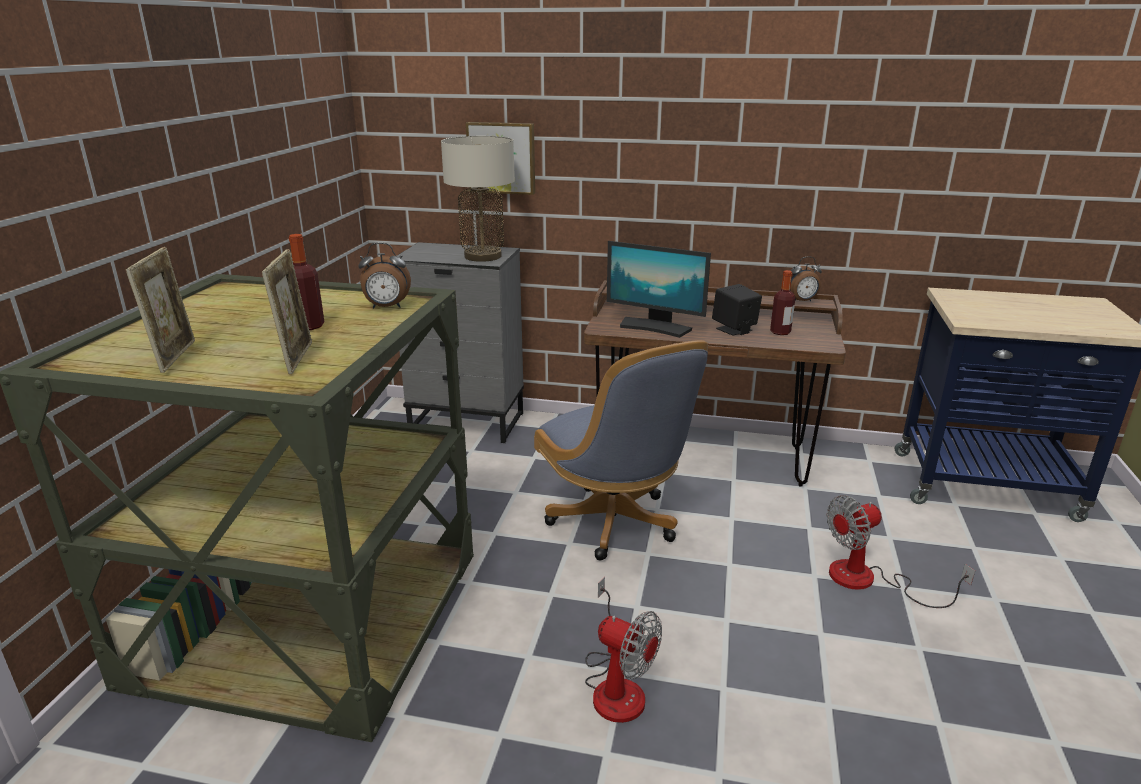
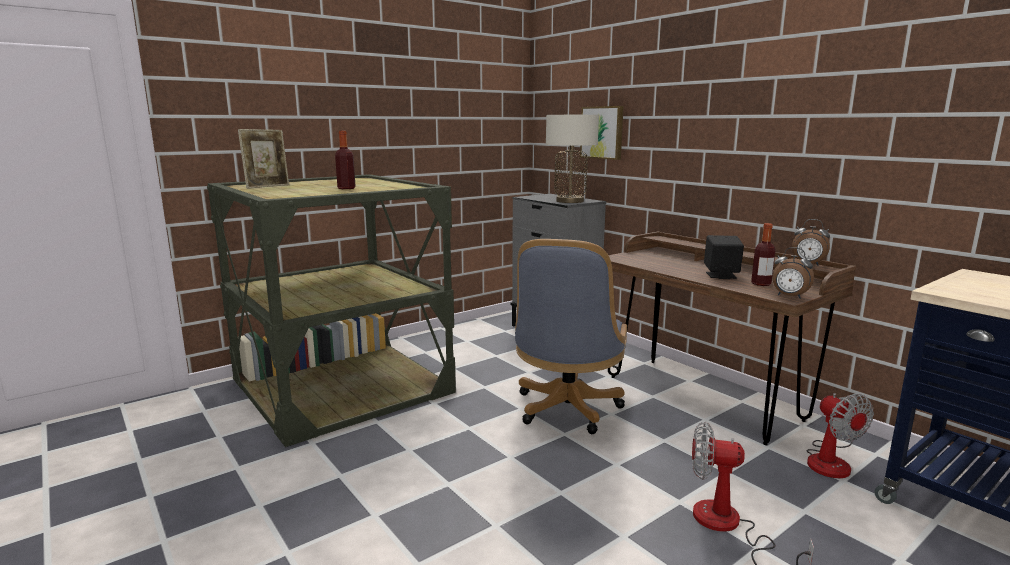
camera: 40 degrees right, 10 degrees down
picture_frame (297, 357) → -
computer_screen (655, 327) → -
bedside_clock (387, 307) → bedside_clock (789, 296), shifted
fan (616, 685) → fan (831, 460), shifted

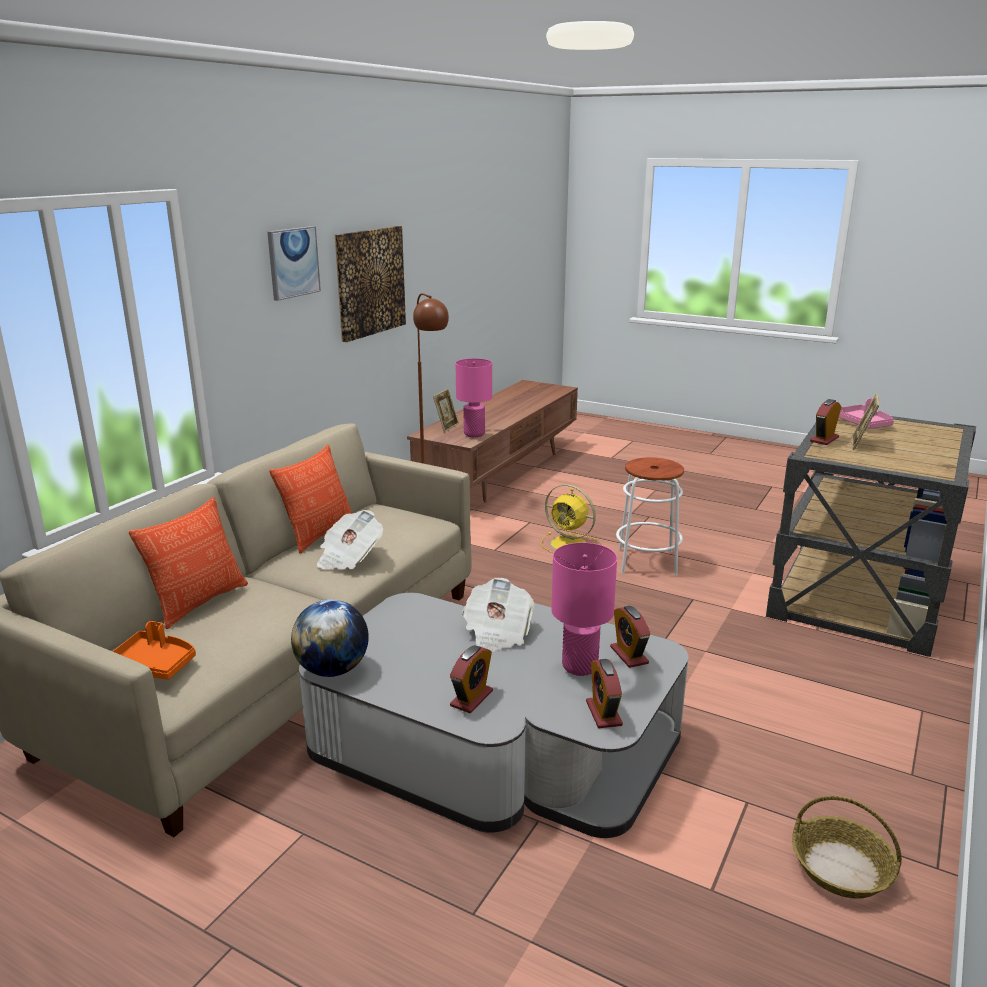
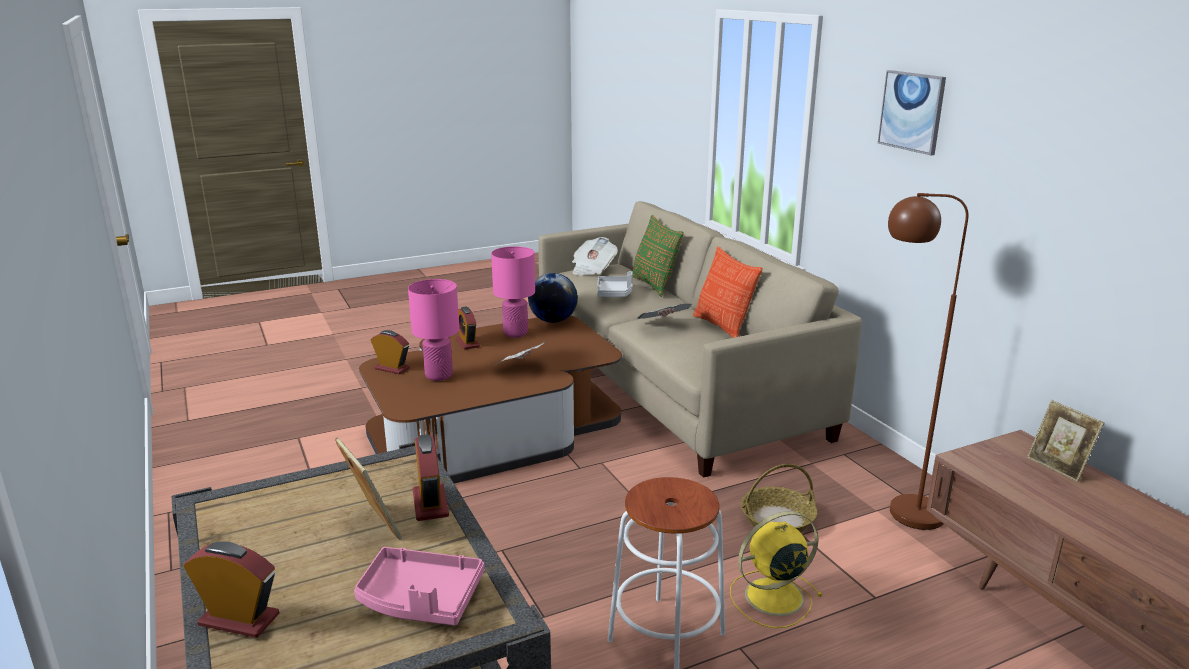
camera: 125 degrees right, 0 degrees up
wall_picture (370, 282) → -
- → gray_serving_tray (614, 293)
pinkish_table_lamp (474, 435) → pinkish_table_lamp (516, 335), shifted
bedside_clock (629, 655) → bedside_clock (239, 620), shifted
storage_basket (840, 868) → storage_basket (777, 520), shifted
orangey_serving_tray (154, 664) → newspaper (592, 269)
orangey_throw_pillow (199, 602) → green_throw_pillow (654, 285)
gray_lounge_table (494, 739) → brown-coloured_lounge_table (496, 424)

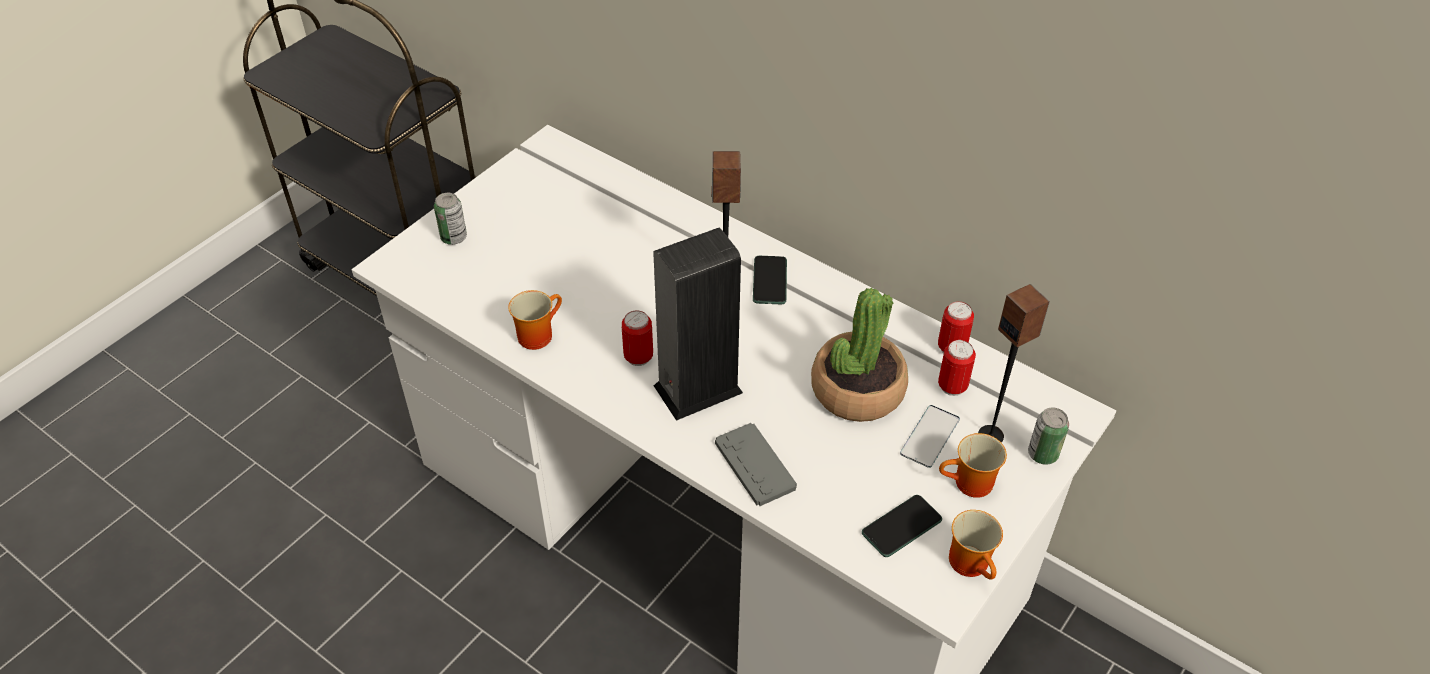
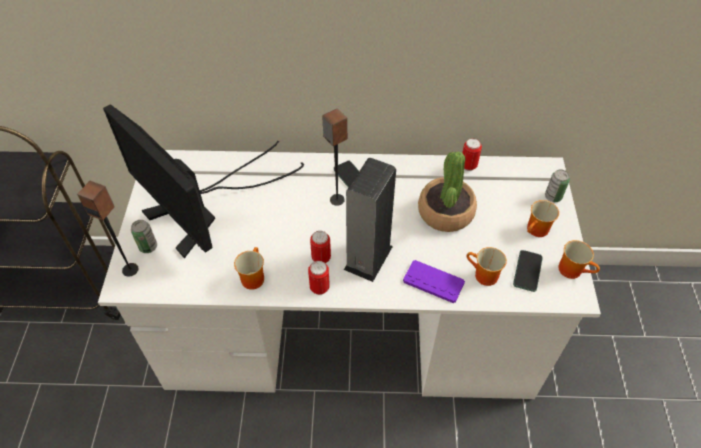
camera: 35 degrees left, 5 degrees up
handset (930, 436) → -
- → computer_screen (203, 210)
- → coffee_mug (483, 276)
sealed_can (952, 386) → sealed_can (319, 288), shifted
speaker (991, 435) → speaker (130, 269), shifted
gray_game_controller (755, 465) → purple-coloured_game_controller (433, 282)

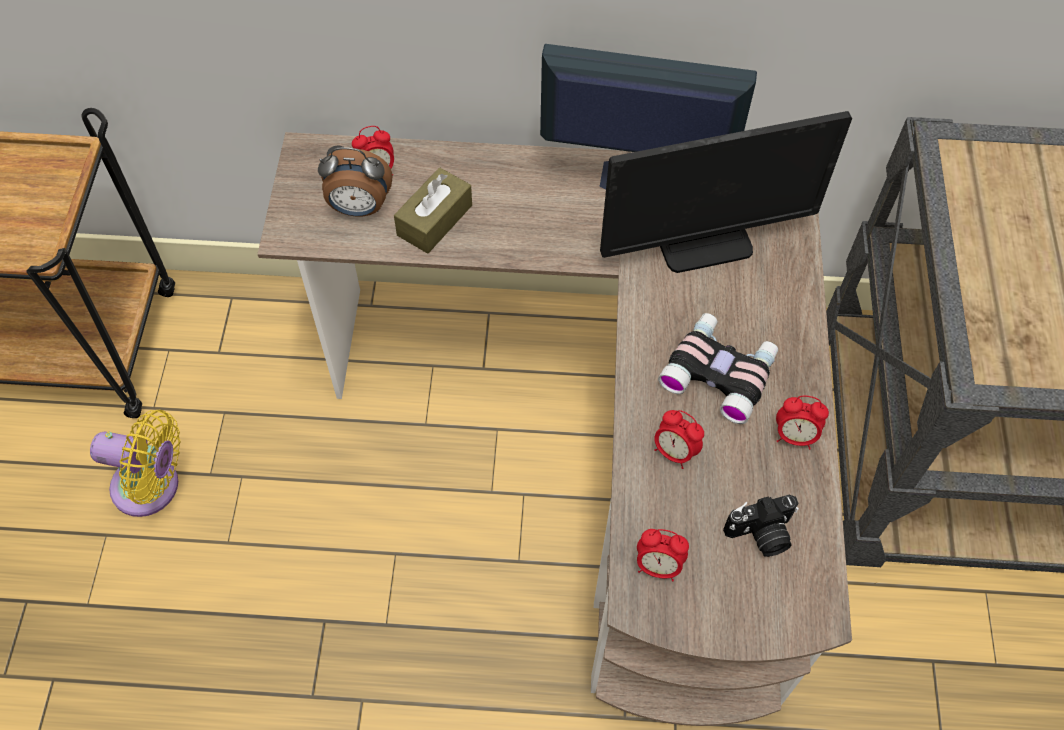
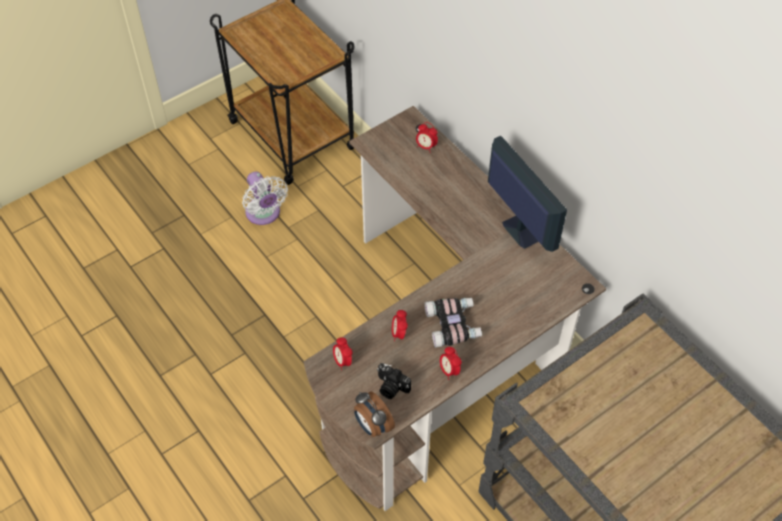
camera: 50 degrees right, 5 degrees down
brown-coloured_box_of_tissues (434, 220) → -
computer_screen (704, 242) → -
bedside_clock (359, 208) → bedside_clock (372, 426), shifted
yellowish_fan (152, 487) → whitish_fan (264, 214)

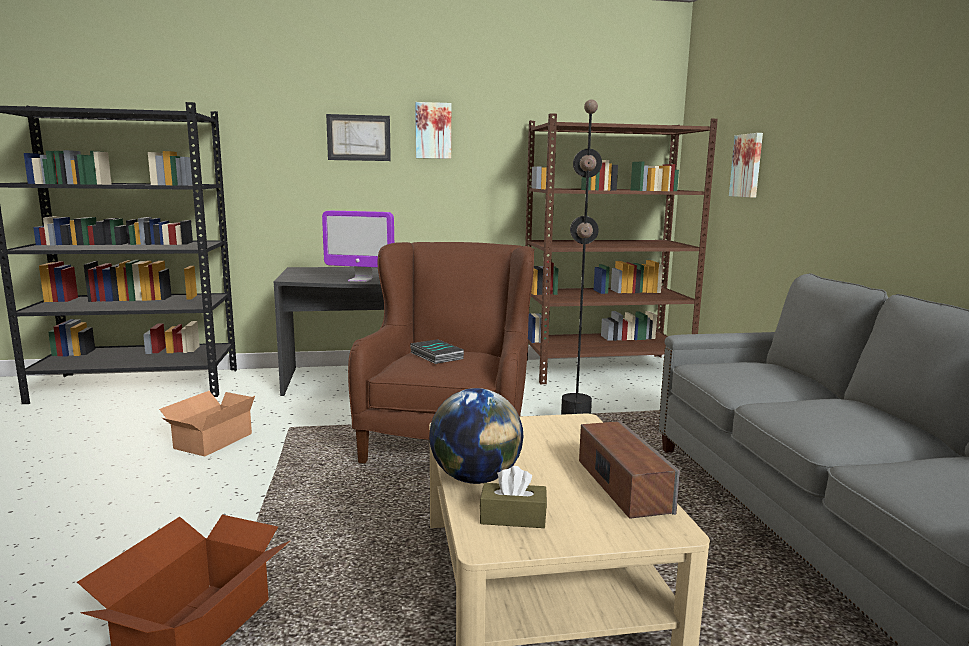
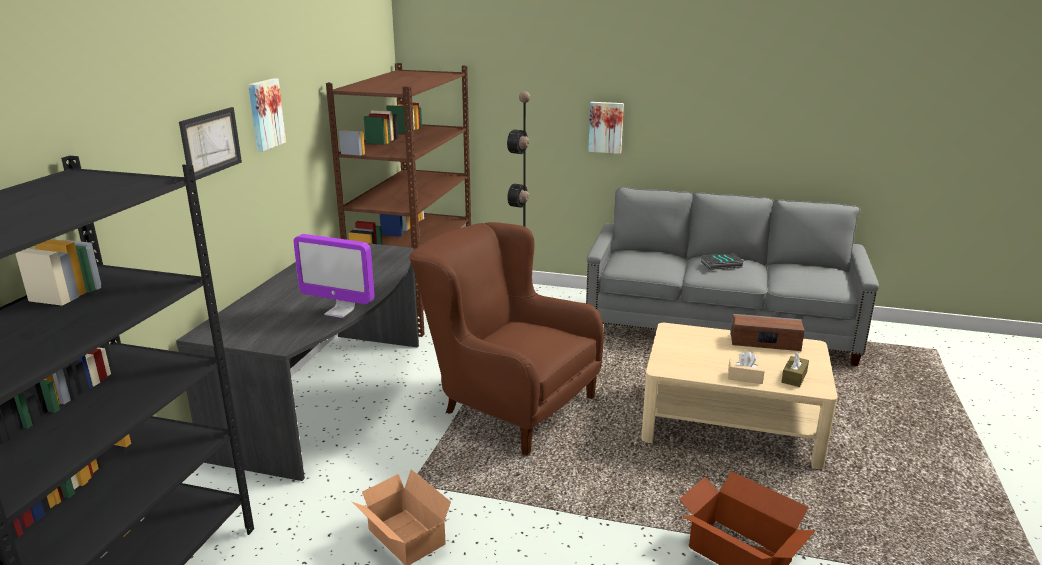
camera: 65 degrees left, 10 degrees up
book (435, 355) → book (721, 265), shifted
wall_picture (748, 165) → wall_picture (606, 127), shifted
globe (475, 478) → sand-coloured_box_of_tissues (745, 377)
computer_screen (360, 280) → computer_screen (339, 312), 75 degrees clockwise

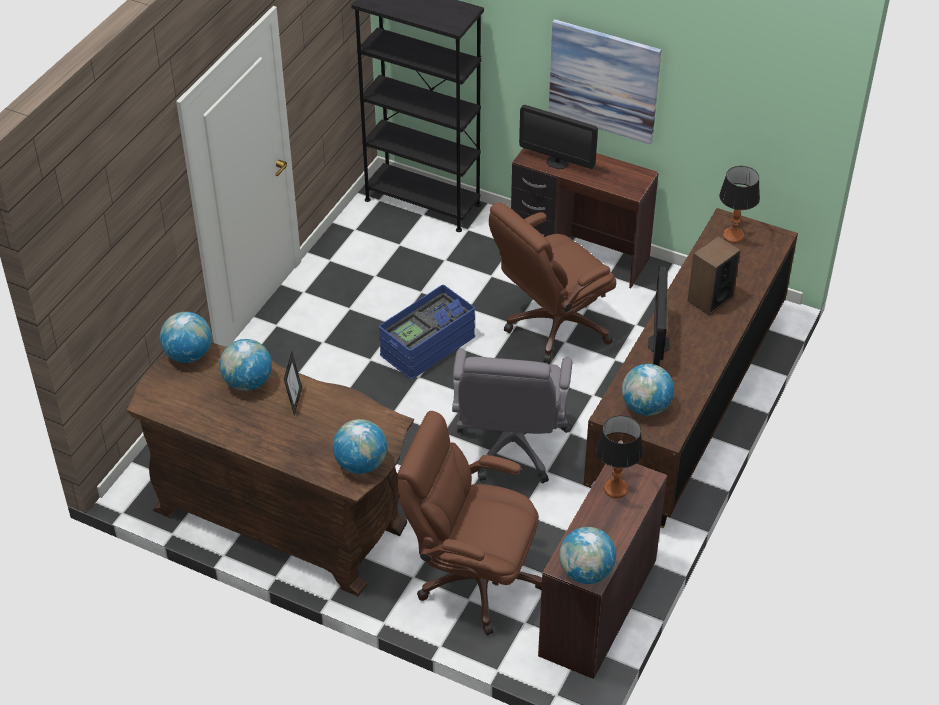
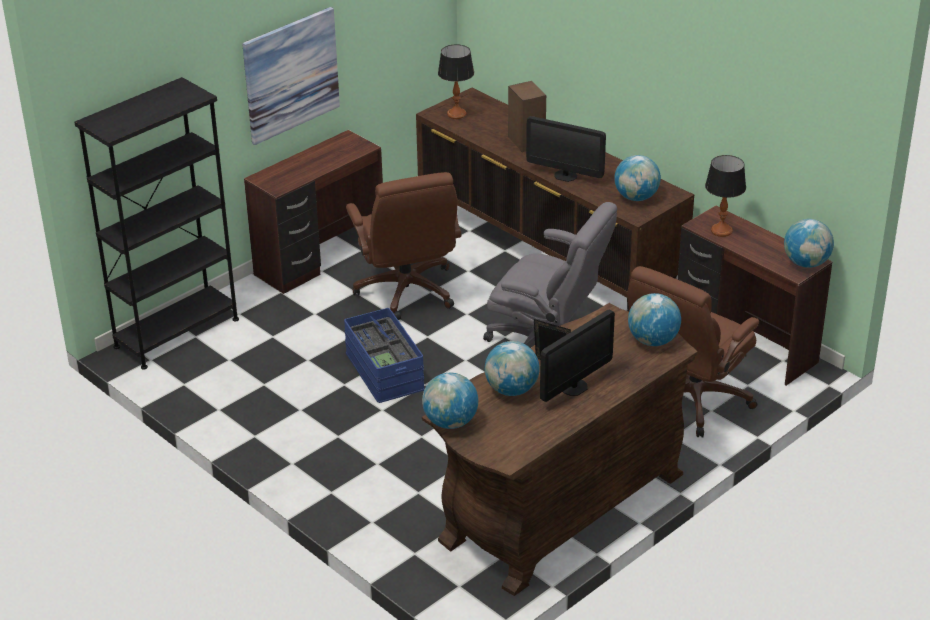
camera: 70 degrees left, 10 degrees down
computer_screen (557, 162) → computer_screen (574, 387), shifted

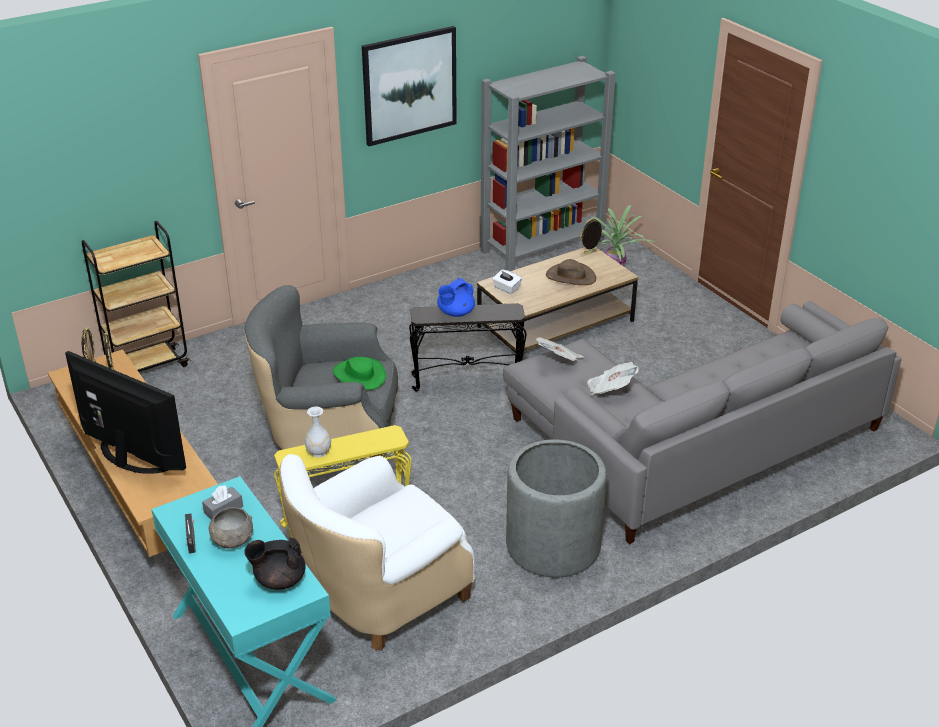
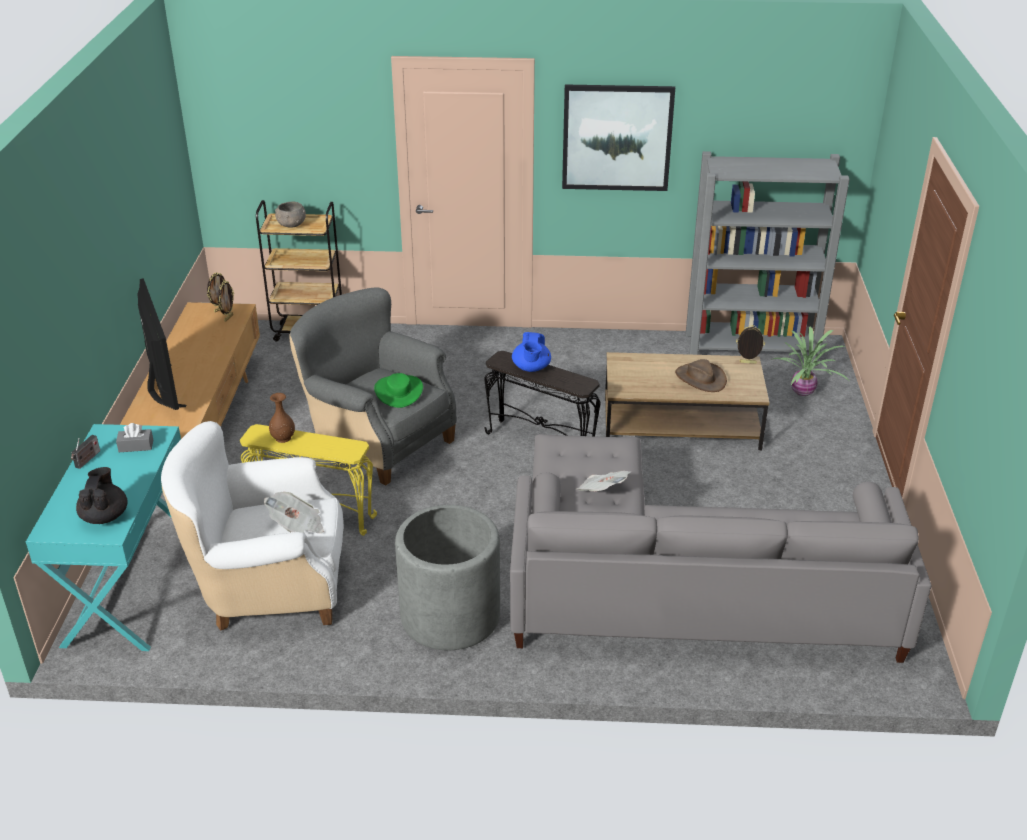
camera: 35 degrees right, 0 degrees up
whitish_box_of_tissues (506, 288) → -
gray_bowl (232, 540) → gray_bowl (291, 224), shifted
newspaper (559, 360) → newspaper (297, 526), shifted
whitish_flower_vase (318, 452) → brown-coloured_flower_vase (283, 438)
black_pot_for_tea (279, 580) → black_pot_for_tea (105, 516), 60 degrees clockwise
blue-coloured_pot_for_tea (455, 313) → blue-coloured_pot_for_tea (531, 368), 75 degrees counterclockwise

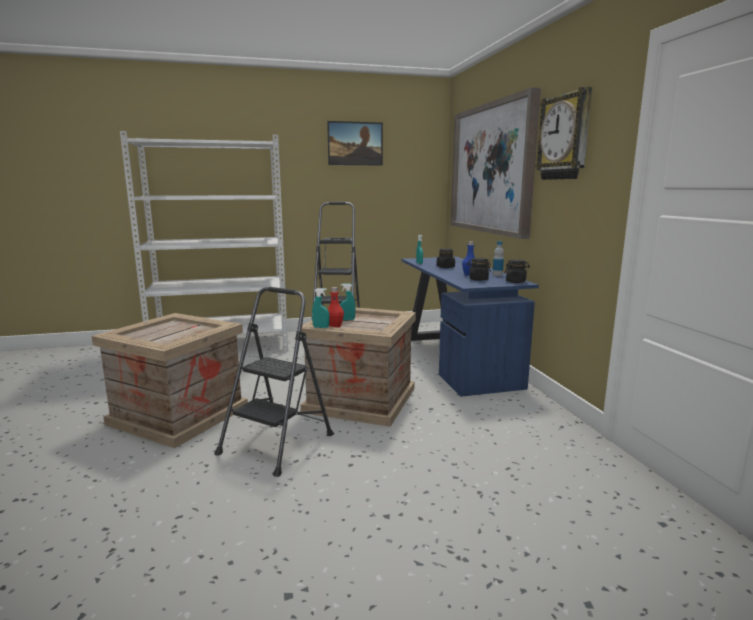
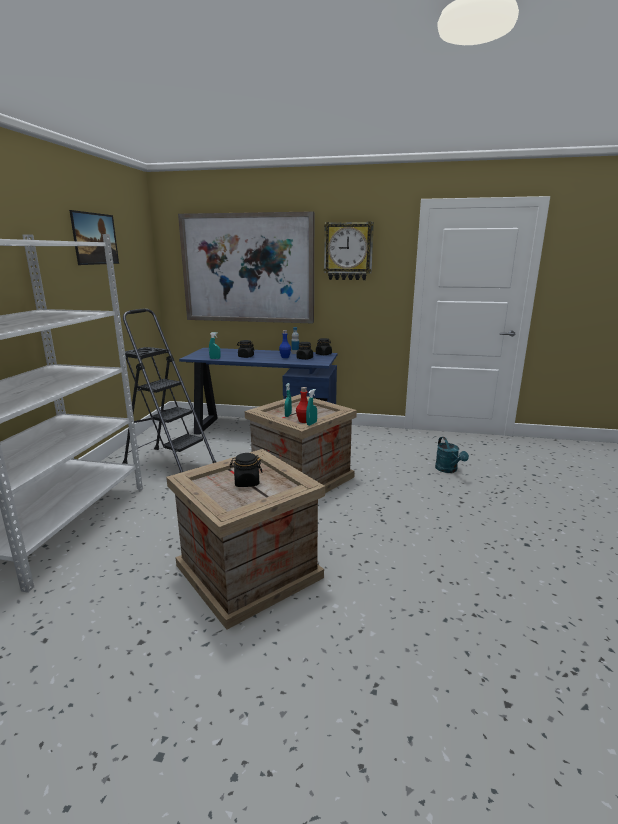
camera: 65 degrees left, 5 degrees up
black_step_ladder (279, 442) → -
- → black_storage_jar (246, 482)
- → turquoise_sprinkling_can (448, 470)

